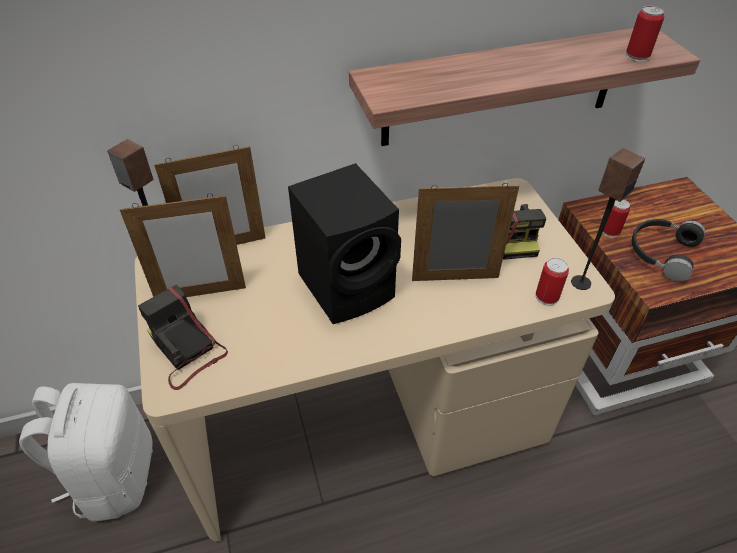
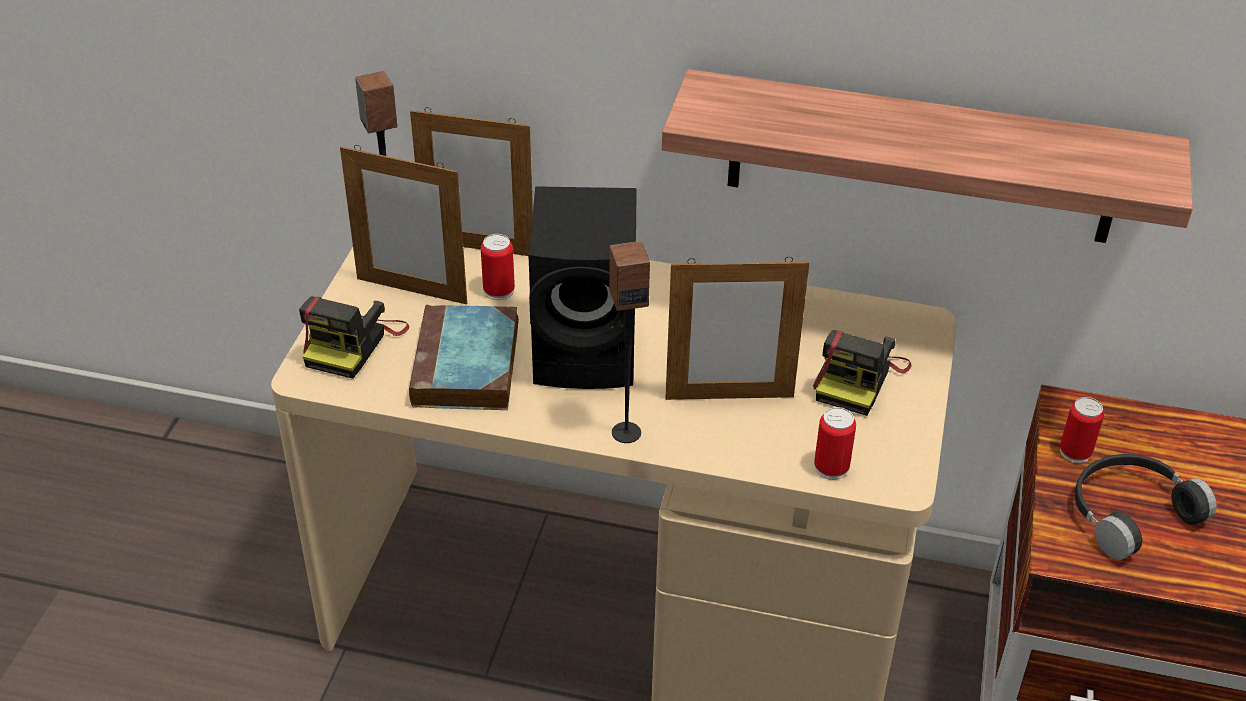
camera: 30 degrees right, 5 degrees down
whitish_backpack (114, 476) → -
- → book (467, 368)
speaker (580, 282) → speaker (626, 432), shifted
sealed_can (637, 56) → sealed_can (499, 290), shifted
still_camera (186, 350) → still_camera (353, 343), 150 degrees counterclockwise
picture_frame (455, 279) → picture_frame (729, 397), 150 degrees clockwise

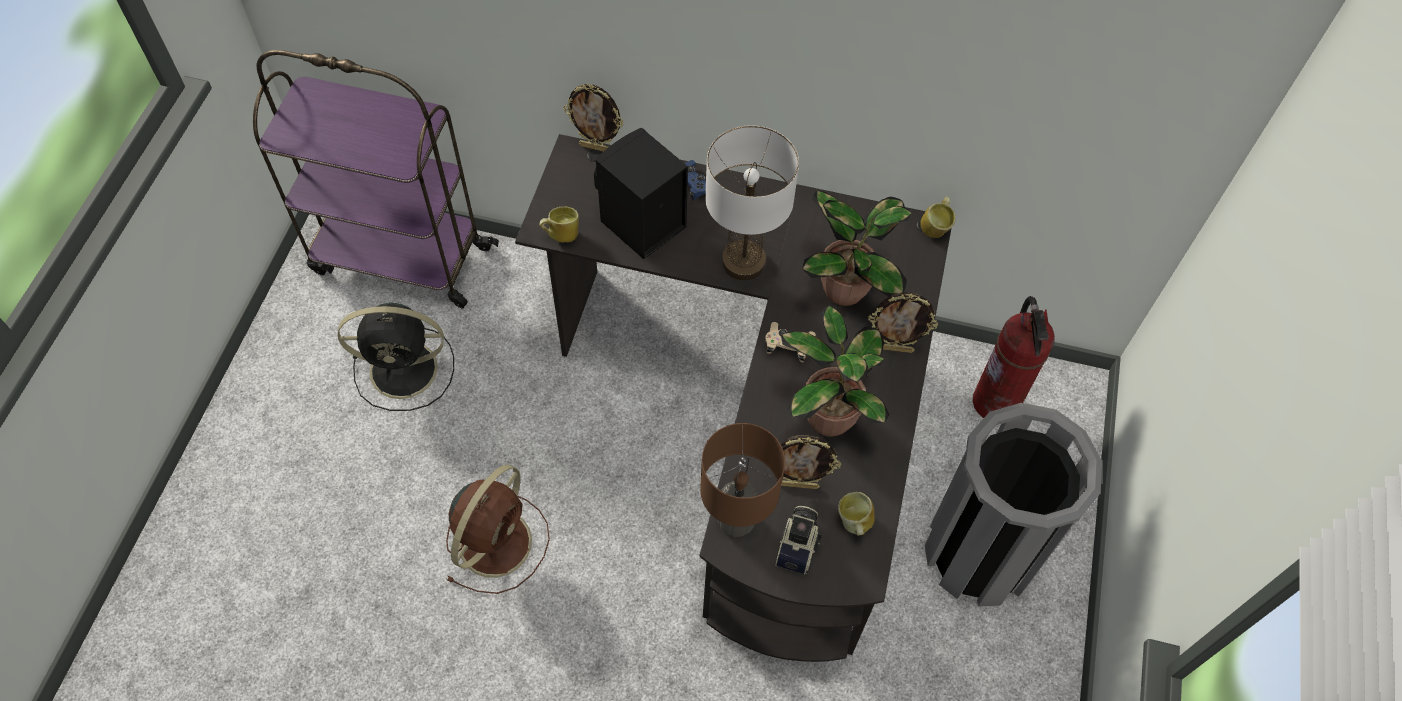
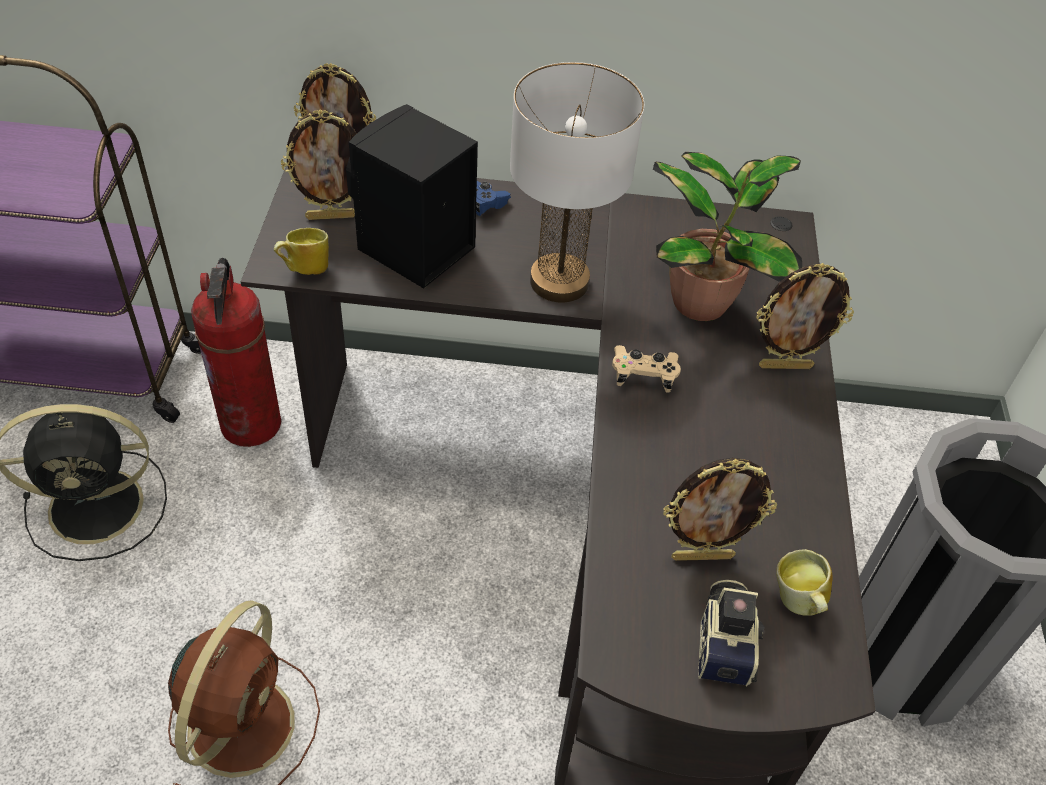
camera: 10 degrees left, 10 degrees down
brown-coloured_table_lamp (736, 523) → -
plant_in_a_pot (827, 415) → -
coffee_mug (936, 228) → -
- → picture_frame (331, 216)
fire_extinguisher (995, 402) → fire_extinguisher (251, 424), shifted

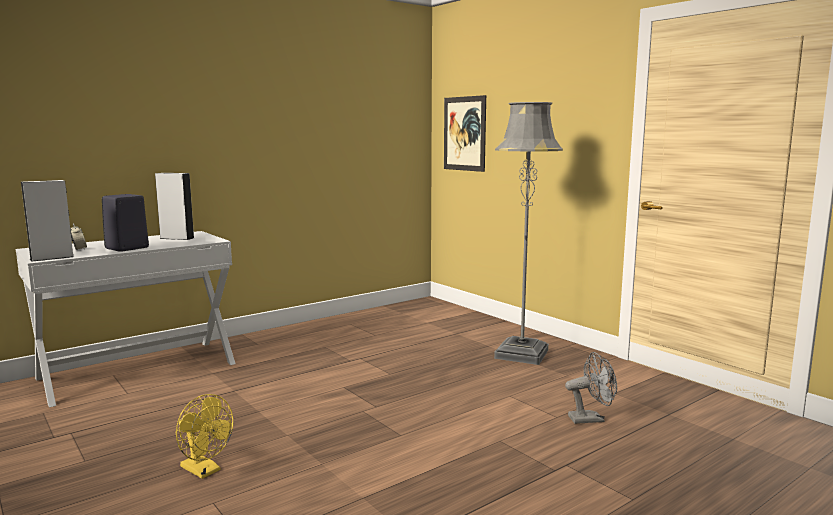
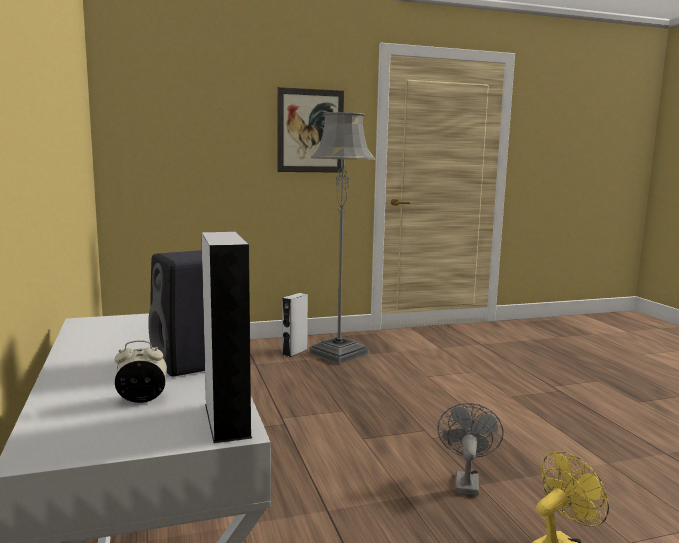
camera: 70 degrees left, 0 degrees up
gray_speaker (177, 238) → gray_speaker (294, 352), shifted
wall_picture (464, 133) → wall_picture (310, 131), shifted
gray_fan (591, 418) → gray_fan (466, 481), shifted

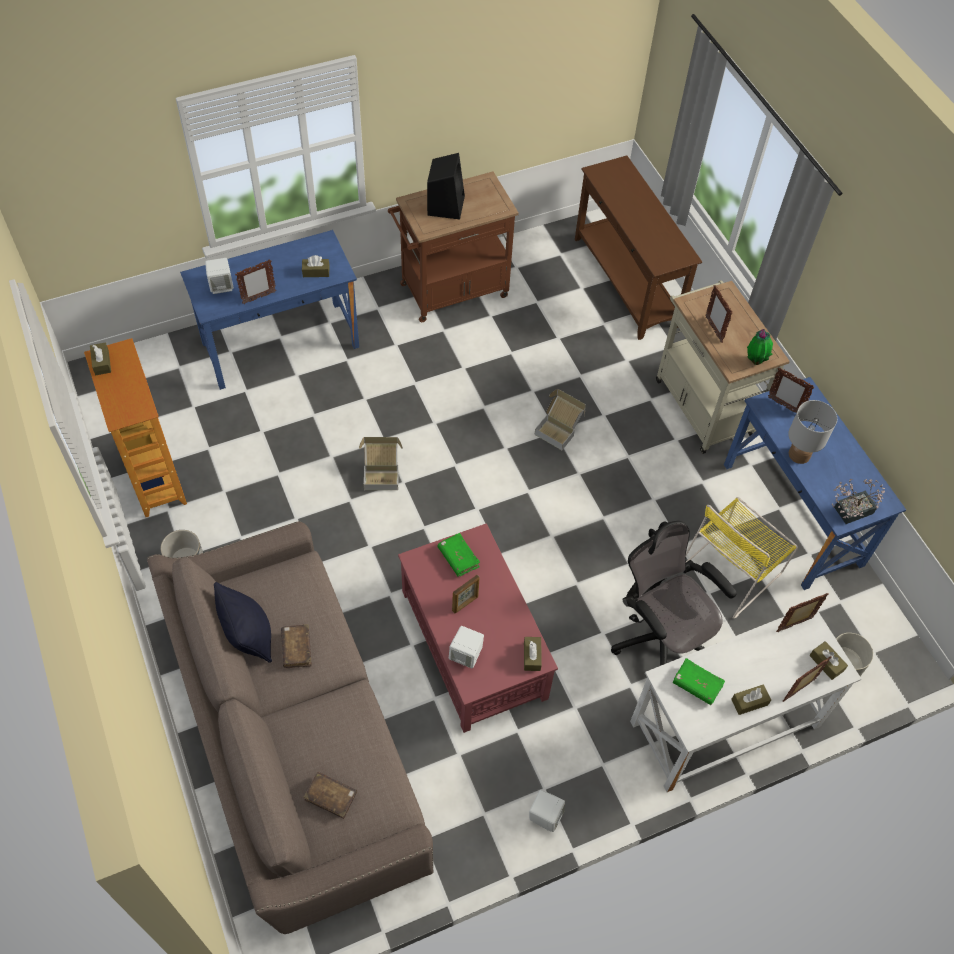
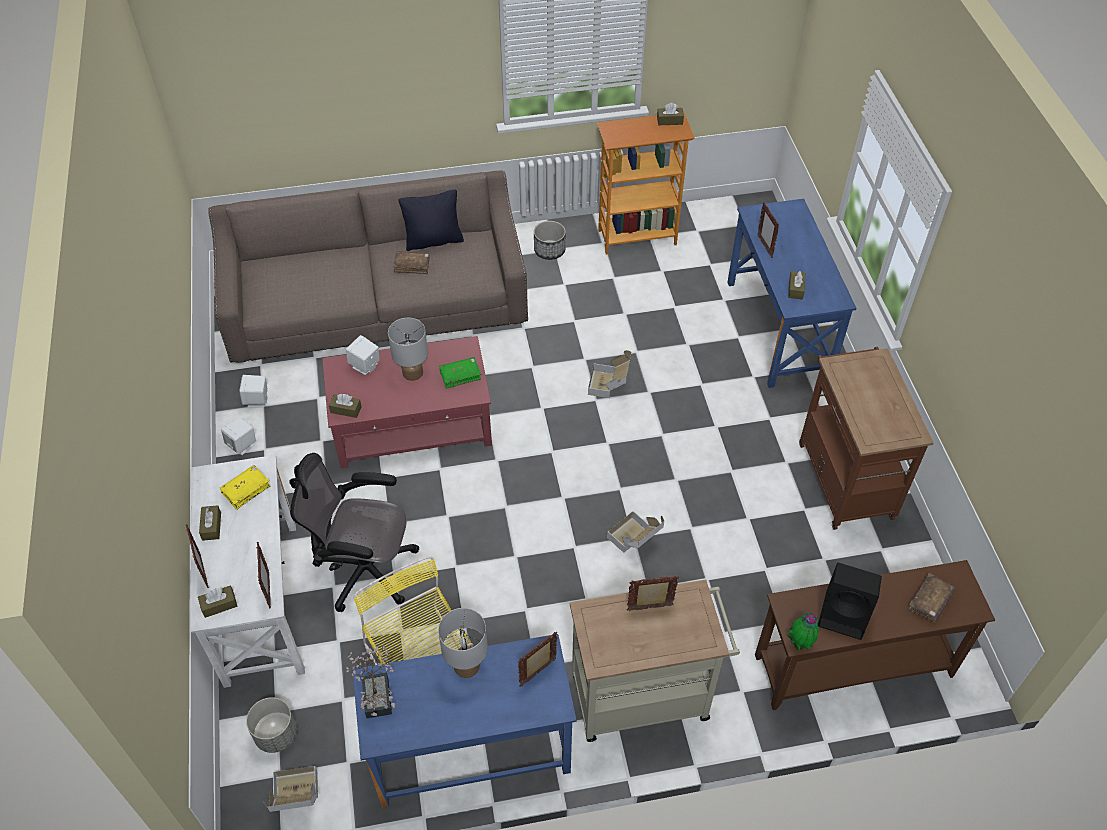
camera: 105 degrees right, 5 degrees down
- → packing_box (296, 798)
whitish_speaker (221, 286) → whitish_speaker (257, 400), shifted
brown-coloured_book (331, 797) → brown-coloured_book (930, 601), shifted
black_speaker (445, 204) → black_speaker (845, 615), shifted
plant_in_a_pot (755, 361) → plant_in_a_pot (800, 643), shifted
picture_frame (465, 603) → gray_table_lamp (413, 373)
green_book (696, 684) → yellowish_book (246, 490)
computer_chair (659, 639) → computer_chair (365, 571), 150 degrees counterclockwise

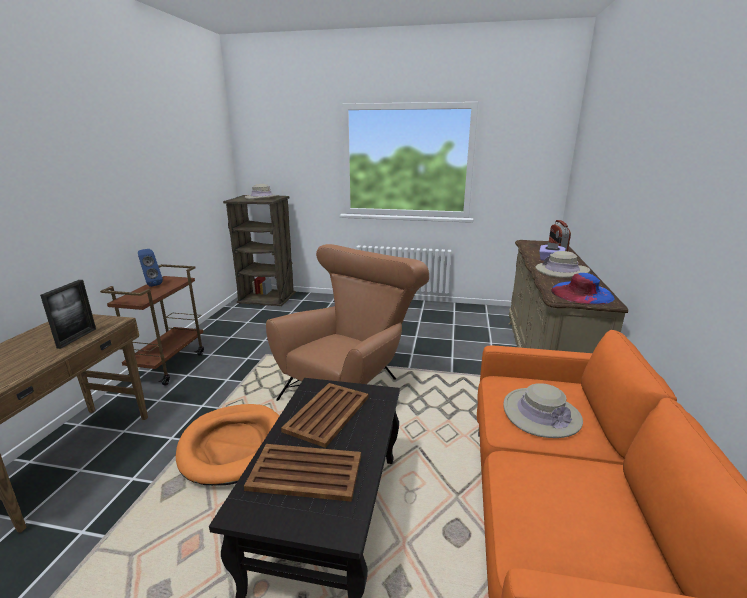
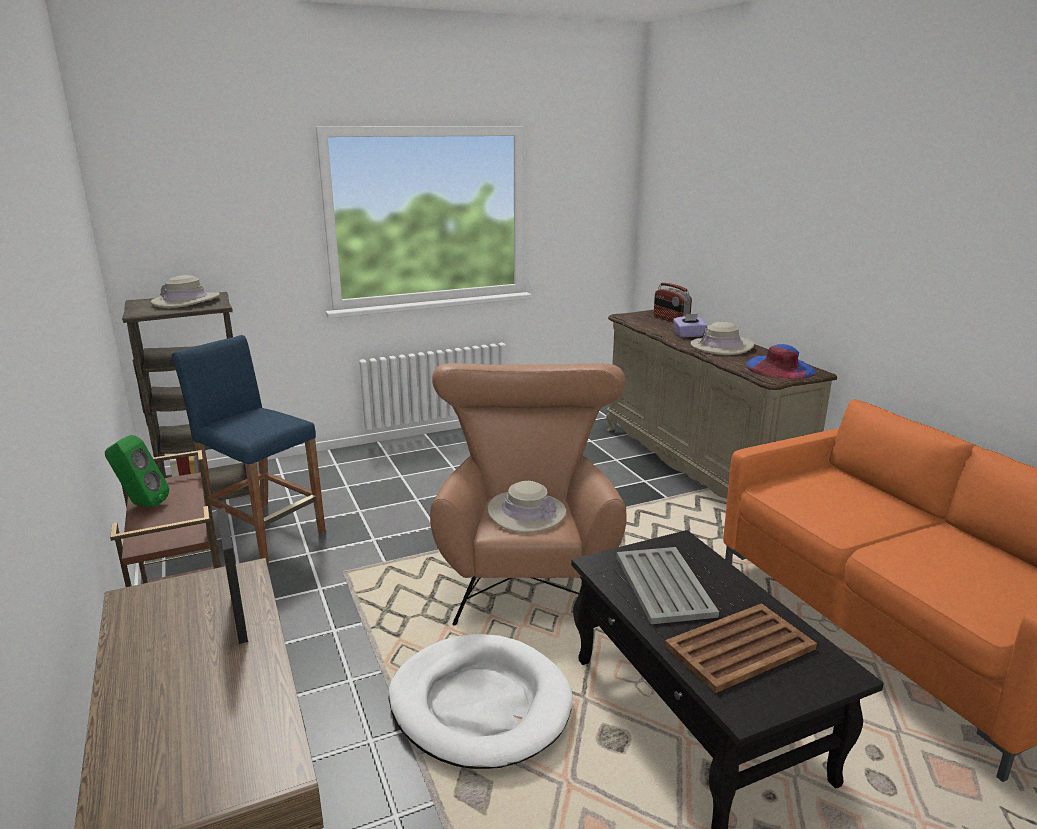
camera: 35 degrees left, 0 degrees up
- → blue-coloured_sitting_stool (265, 533)
sand-coloured_wearable_hat (541, 414) → sand-coloured_wearable_hat (526, 513), shifted
blue-coloured_speaker (151, 284) → green_speaker (141, 504)
orangey_dog_bed (234, 446) → whitish_dog_bed (480, 704)
brown-coloured_serving_tray (328, 413) → gray_serving_tray (664, 584)

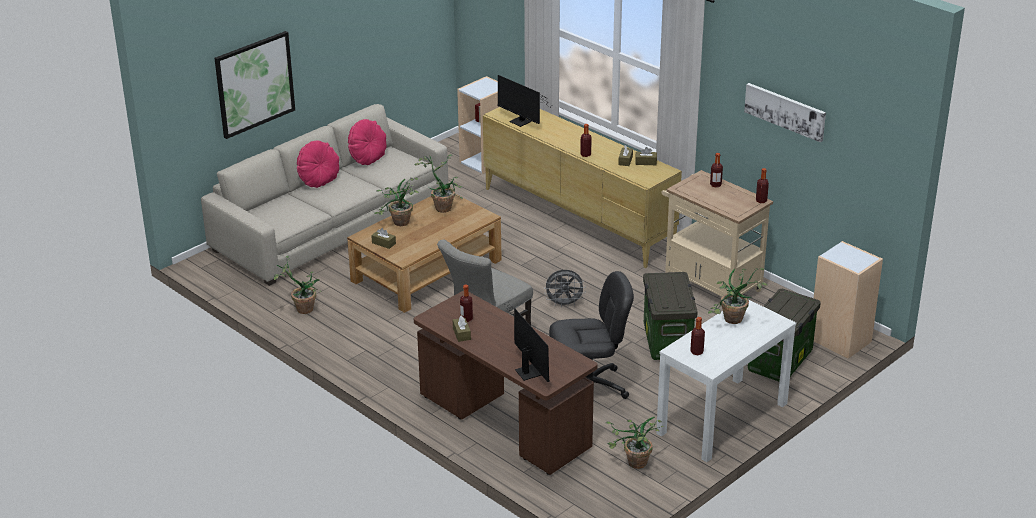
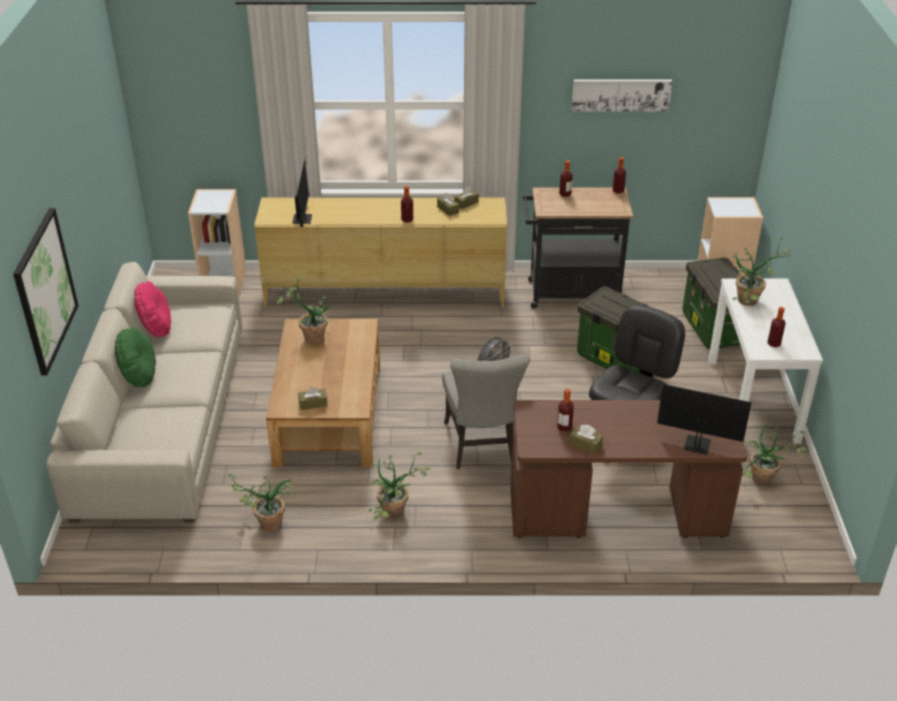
camera: 45 degrees left, 5 degrees up
plant_in_a_pot (399, 224) → plant_in_a_pot (395, 515), shifted
pinkish_throw_pillow (319, 182) → green_throw_pillow (140, 378)
sand-coloured_trolley (710, 284) → black_trolley (570, 294)
computer_screen (522, 123) → computer_screen (303, 217), 90 degrees counterclockwise

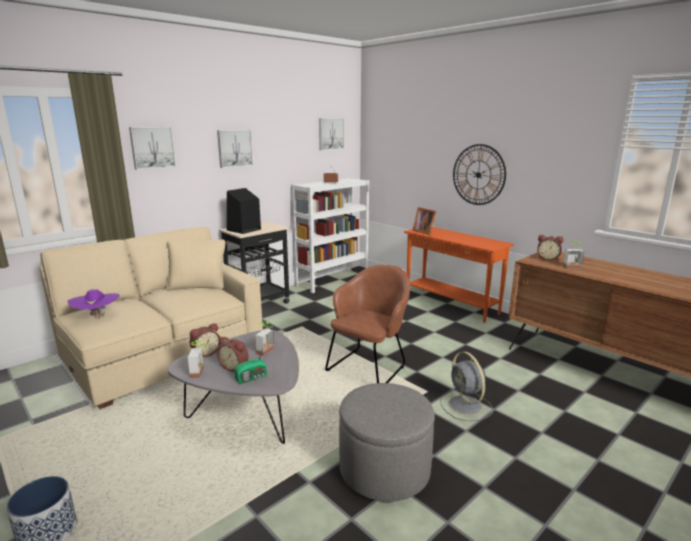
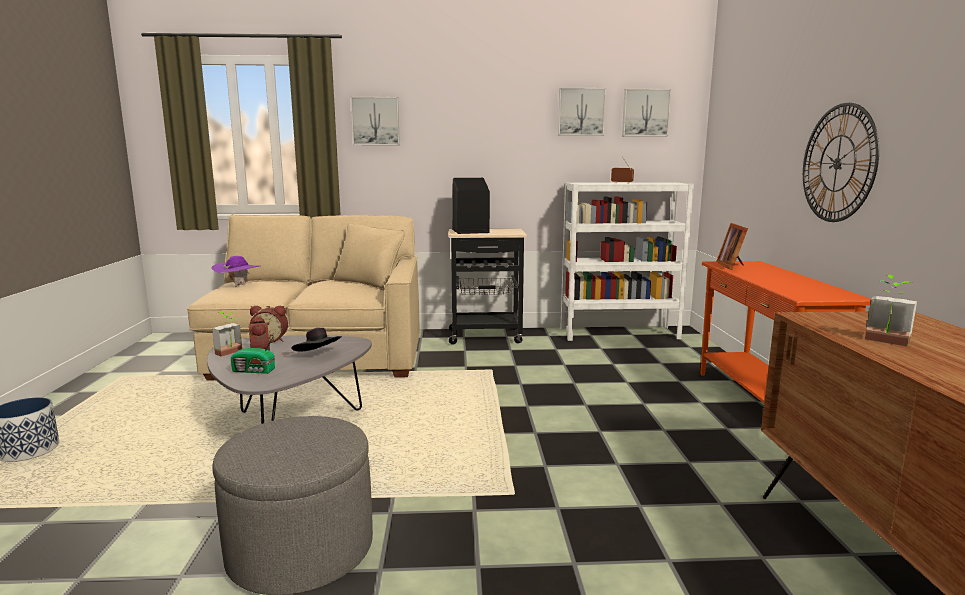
camera: 40 degrees right, 5 degrees down
brown-coloured_lounge_chair (369, 367) → -
gray_fan (466, 406) → -
bedside_clock (547, 258) → -
wall_picture (234, 148) → wall_picture (580, 112), shifted
plant_in_a_pot (268, 352) → black_wearable_hat (318, 355)

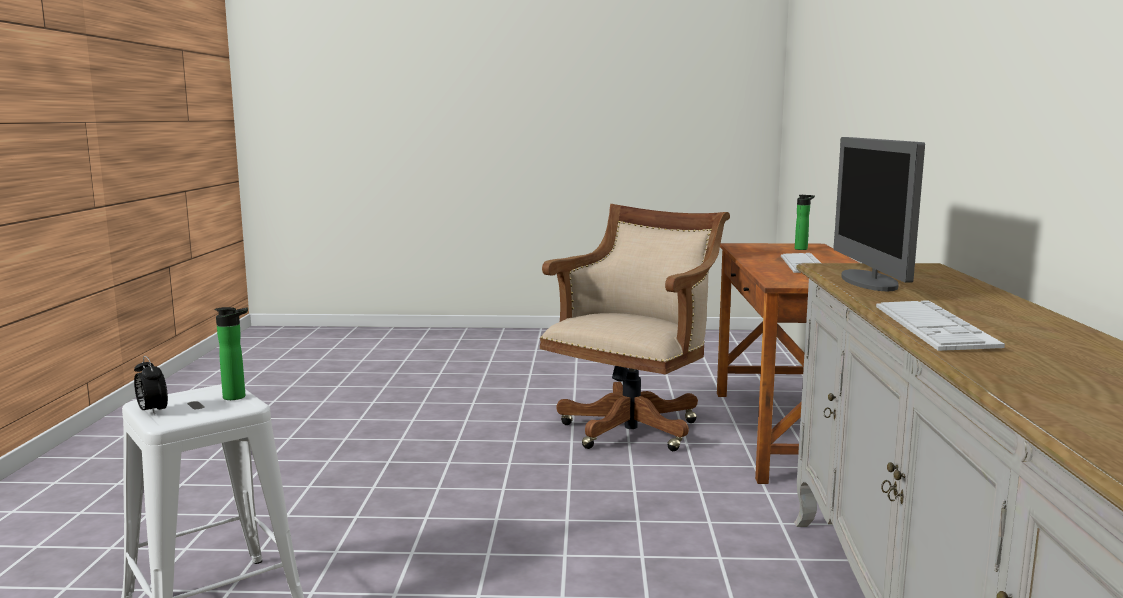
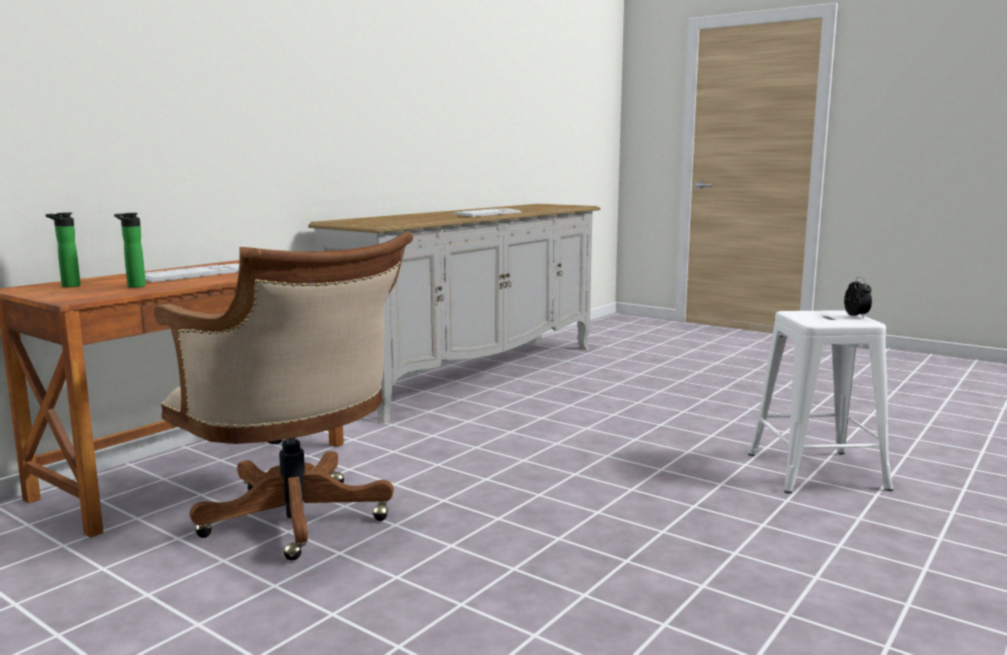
camera: 145 degrees left, 0 degrees up
computer_screen (869, 282) → -
bottle (238, 397) → bottle (134, 286), shifted
computer_chair (633, 428) → computer_chair (300, 520), 120 degrees counterclockwise

